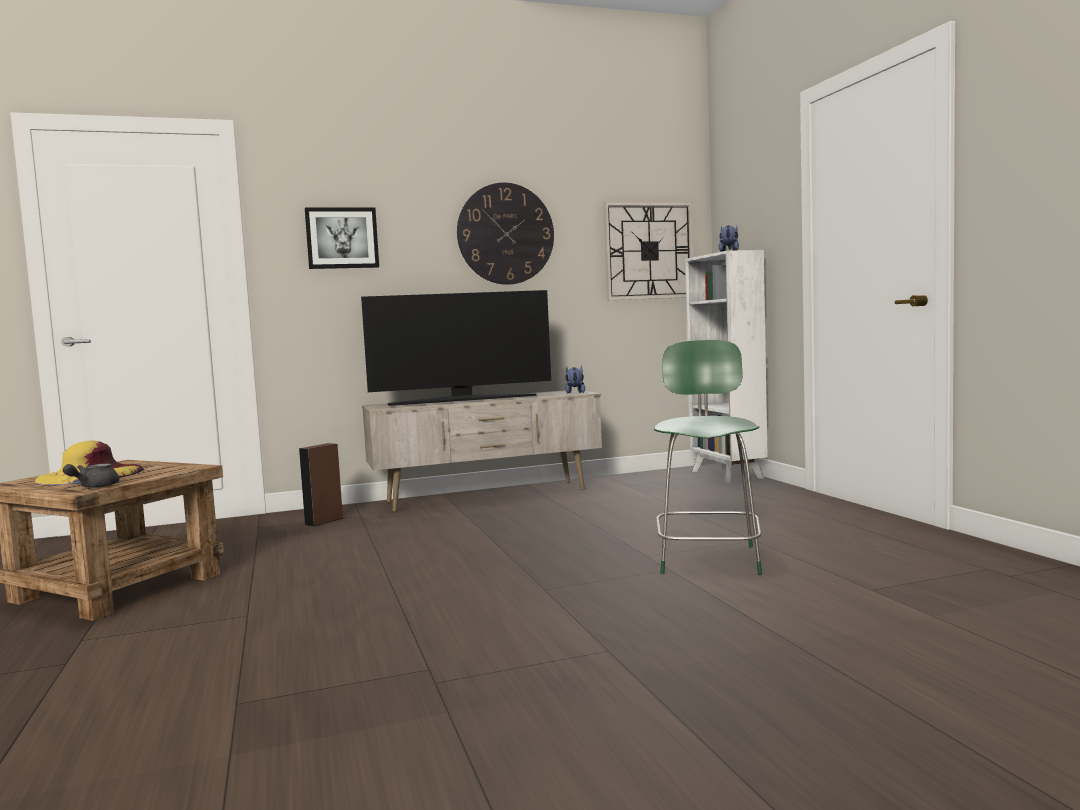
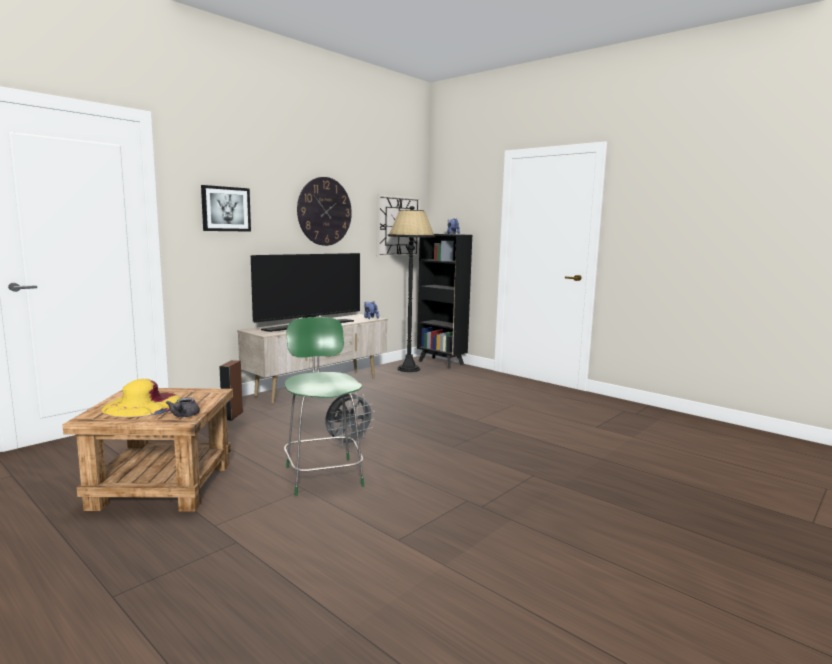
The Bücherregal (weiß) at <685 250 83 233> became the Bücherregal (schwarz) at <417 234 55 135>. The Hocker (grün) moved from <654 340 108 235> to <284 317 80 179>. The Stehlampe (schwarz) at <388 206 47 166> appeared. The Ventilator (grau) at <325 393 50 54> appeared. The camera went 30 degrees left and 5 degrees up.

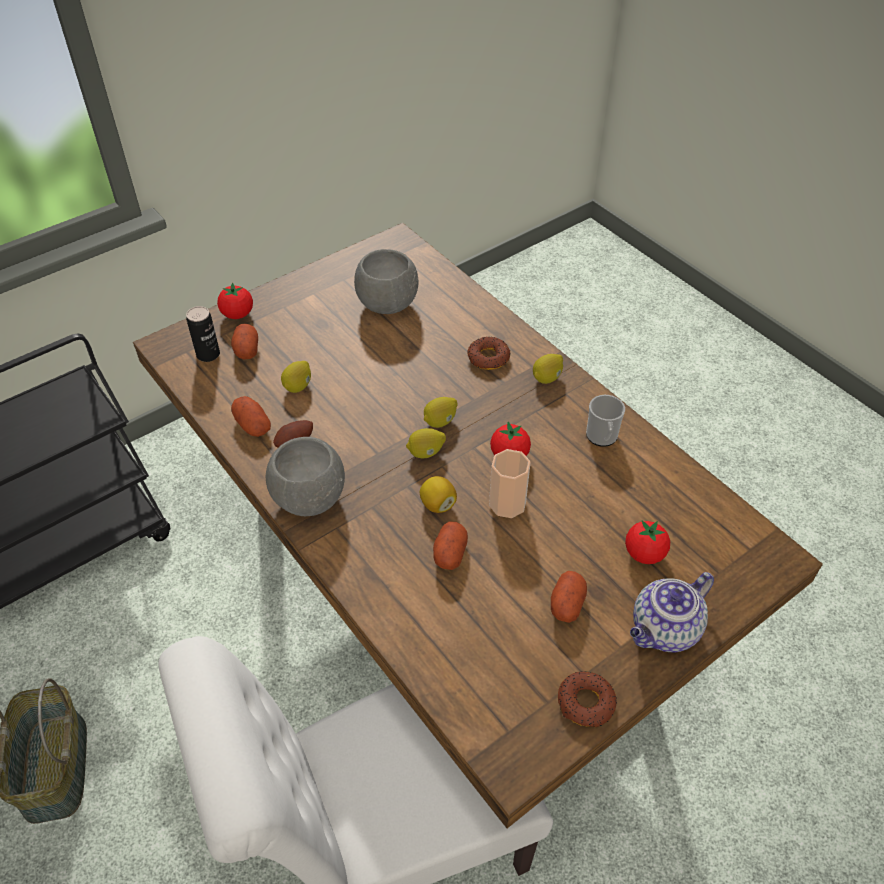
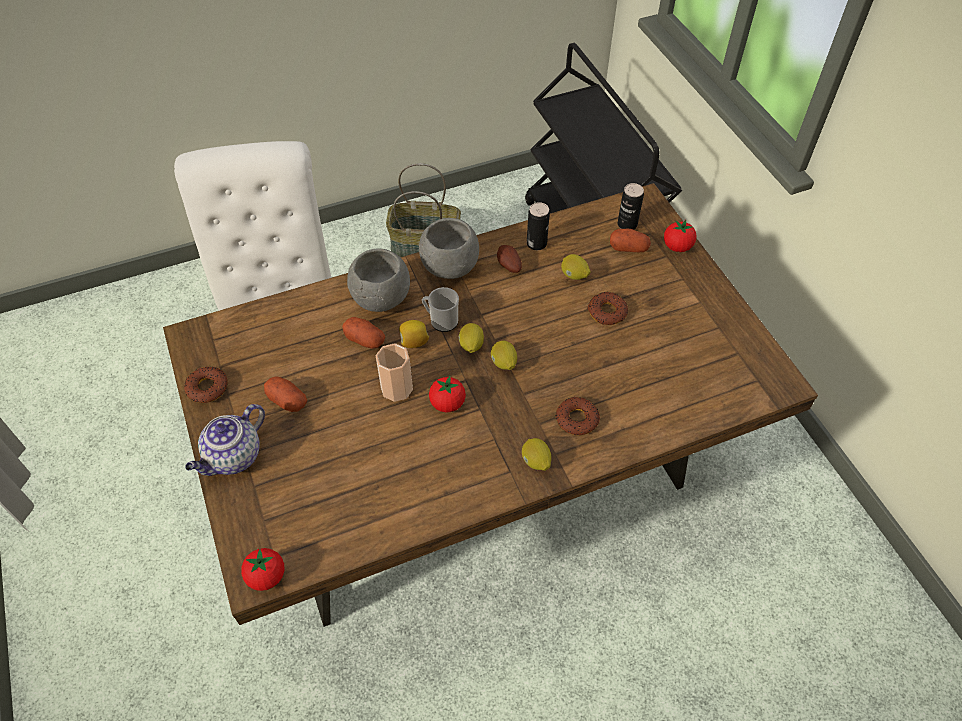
The Schüssel (grau) moved from <354 249 64 65> to <347 249 63 63>. The Henkelbecher moved from <586 395 39 52> to <422 287 37 45>. The Kartoffel at <231 396 40 41> was replaced by the Dose at <527 202 23 48>. The Tomate moved from <625 521 45 43> to <241 548 43 43>. The Teekanne at <630 572 84 81> turned 120 degrees counterclockwise. The Donut at <587 292 41 33> appeared. The camera went 105 degrees right and 5 degrees up.

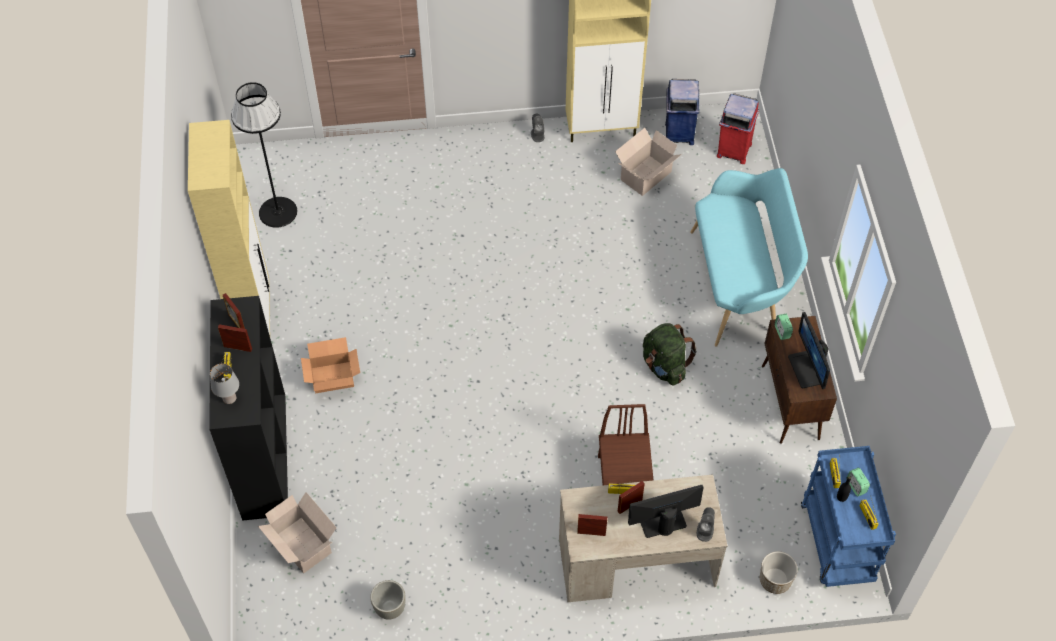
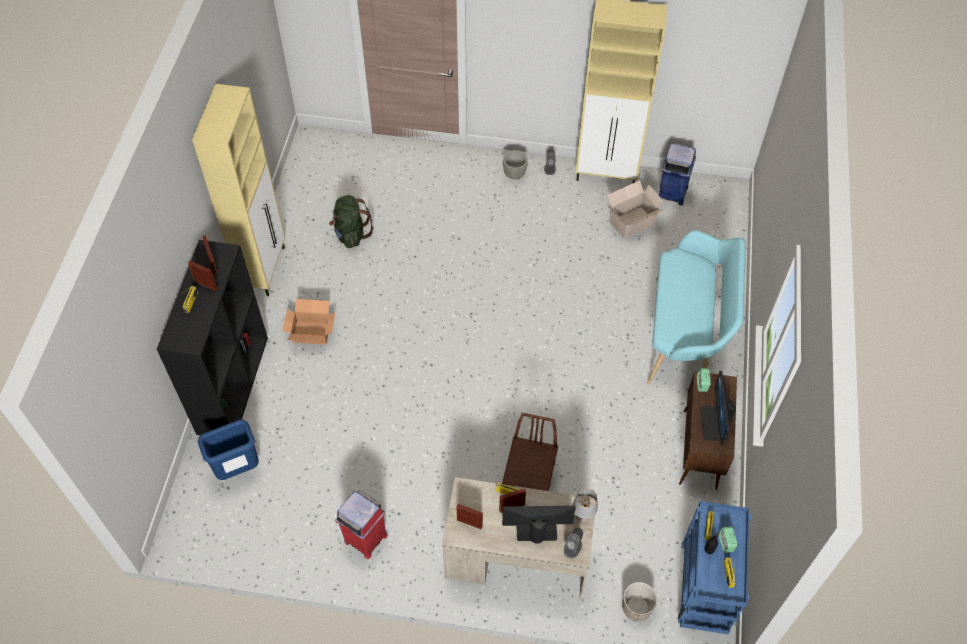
The Stehlampe (schwarz) at <231 82 66 146> disappeared. The Mülleimer (rot) moved from <717 93 42 71> to <335 490 53 69>. The Rucksack (grün) moved from <643 323 54 63> to <329 195 45 53>. The Tischlampe (grau) moved from <210 363 29 41> to <572 489 26 33>. The Karton at <258 492 79 81> was replaced by the Mülleimer (blau) at <198 419 61 61>. The Pflanzkübel (grau) moved from <370 580 36 40> to <503 150 25 29>. The camera went 15 degrees right and 0 degrees up.

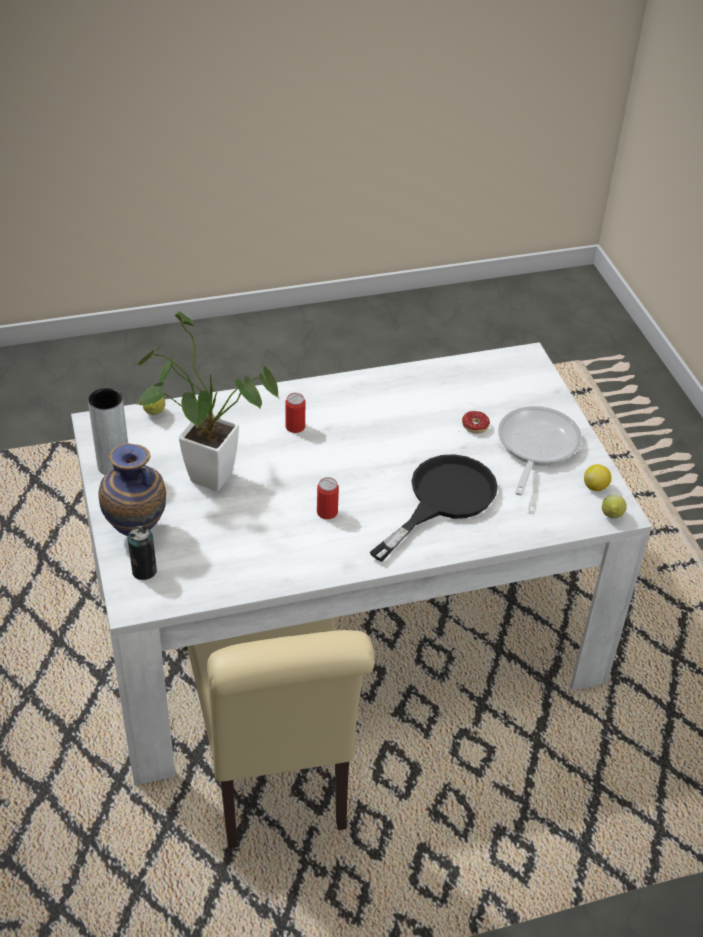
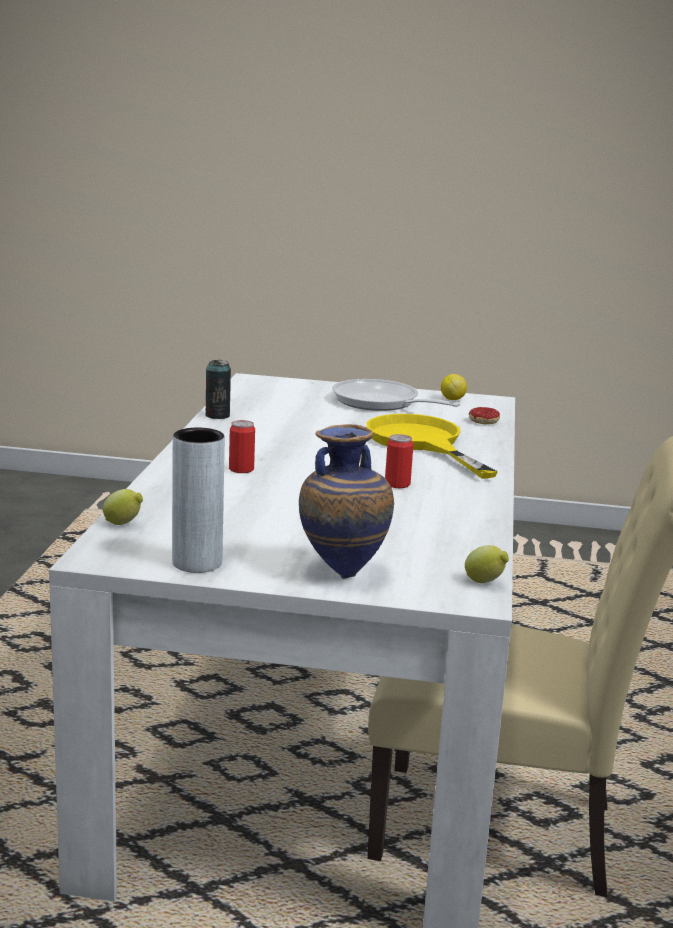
The Topfpflanze at <136 311 144 180> disappeared. The Donut moved from <462 411 28 23> to <469 407 31 17>. The Pfanne (schwarz) at <370 454 128 108> became the Pfanne (gelb) at <366 414 132 65>. The Zitrone moved from <602 495 25 24> to <465 545 44 38>. The Dose moved from <128 526 29 54> to <205 360 26 59>. The camera went 65 degrees left and 25 degrees down.

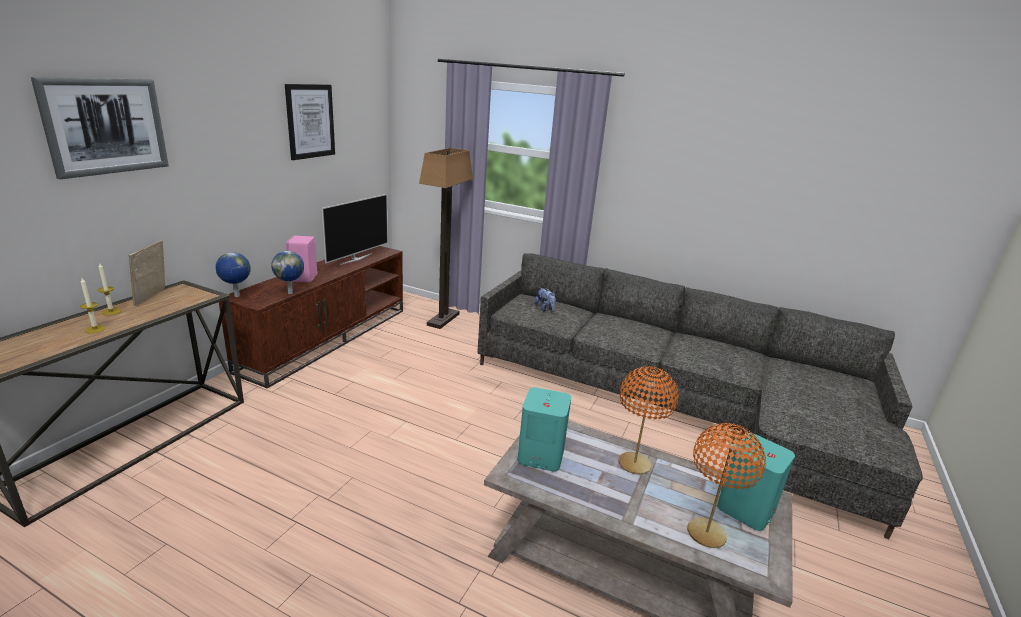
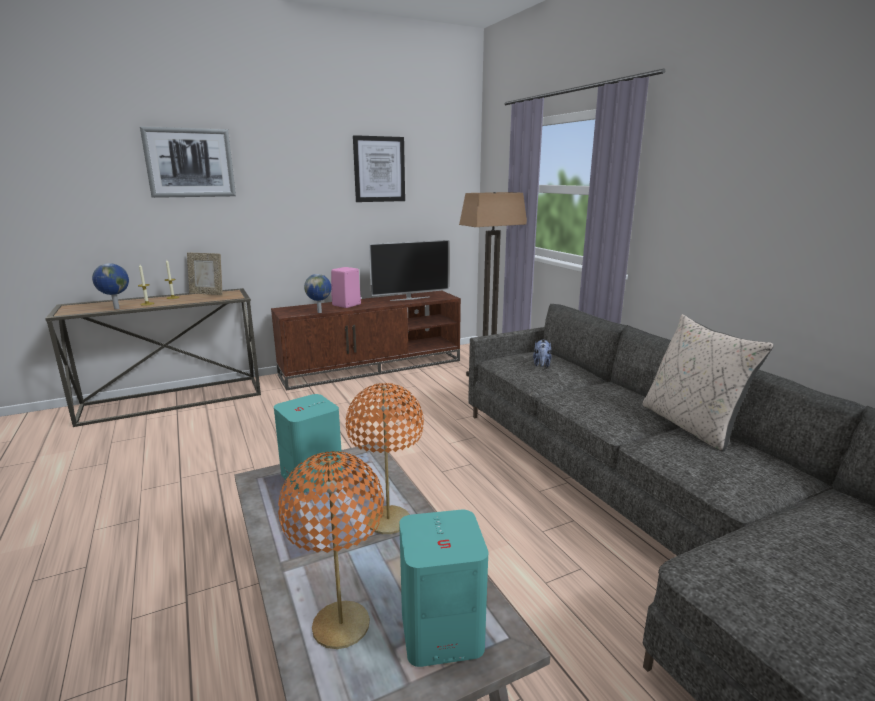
The Bilderrahmen at <128 241 37 65> turned 120 degrees counterclockwise. The Globus moved from <216 252 35 45> to <92 263 37 46>. The Kissen (beige) at <643 314 131 137> appeared. The camera went 40 degrees right and 5 degrees down.

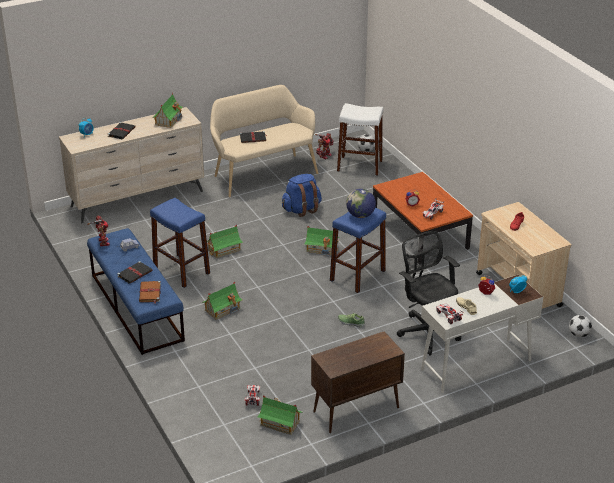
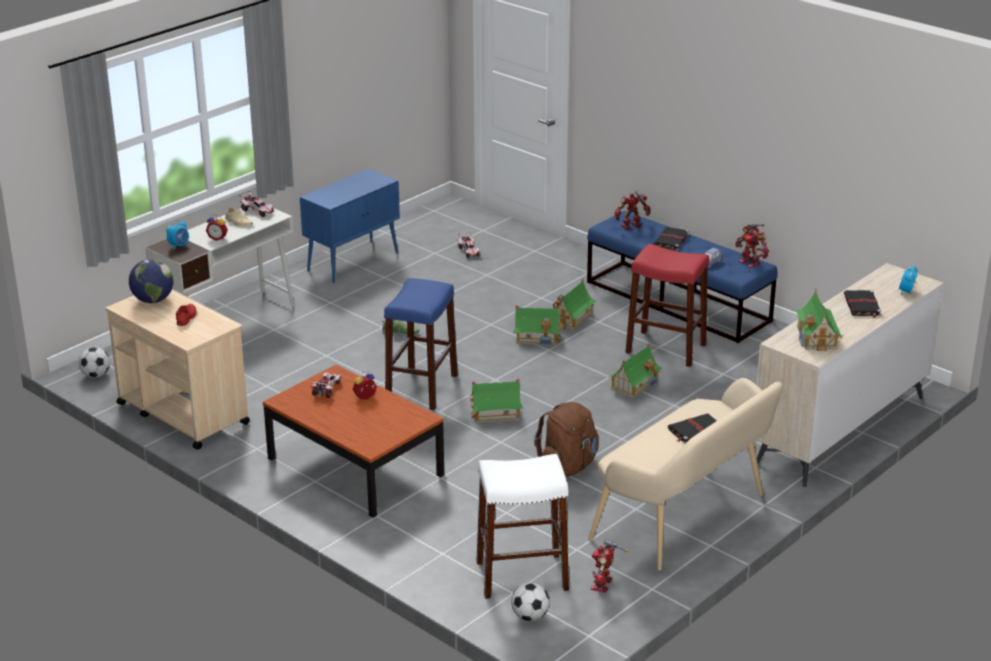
The Rucksack (blau) at <282 174 40 43> became the Rucksack (braun) at <534 402 65 75>. The Globus moved from <346 189 30 29> to <129 259 44 44>. The Hocker (blau) at <150 198 60 90> became the Hocker (rot) at <625 244 84 123>. The Bürostuhl (schwarz) at <397 231 64 125> disappeared. The Buch (braun) at <139 281 22 23> was replaced by the Spielzeugroboter at <614 191 37 39>. The Schrank (braun) at <311 331 94 102> became the Schrank (blau) at <300 169 100 114>. The Spielzeughaus moved from <257 395 45 40> to <513 305 48 41>. The camera went 160 degrees right and 5 degrees down.

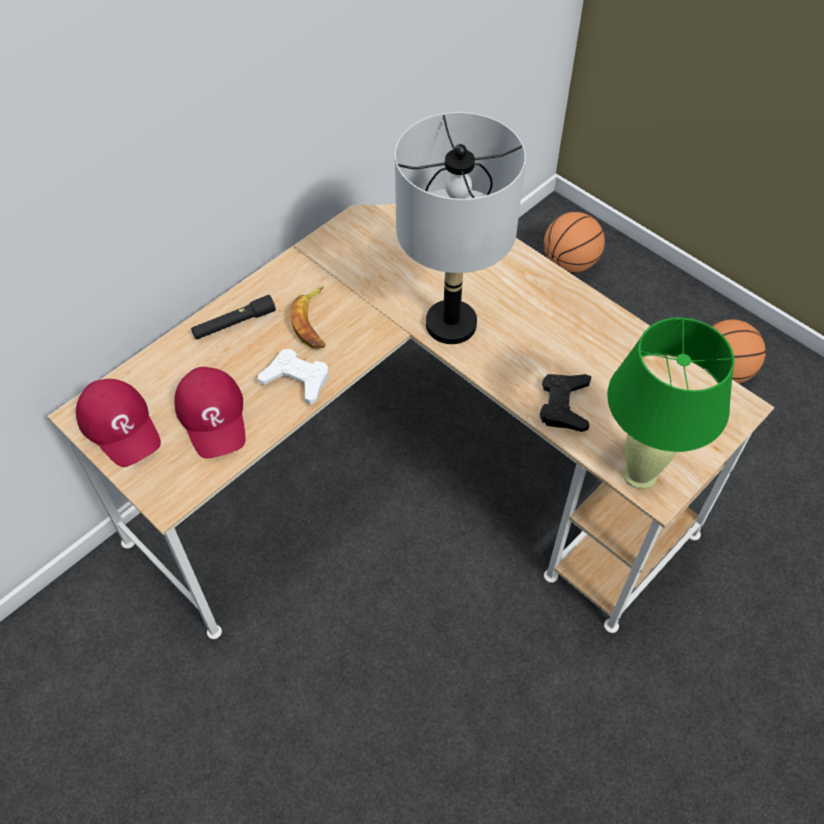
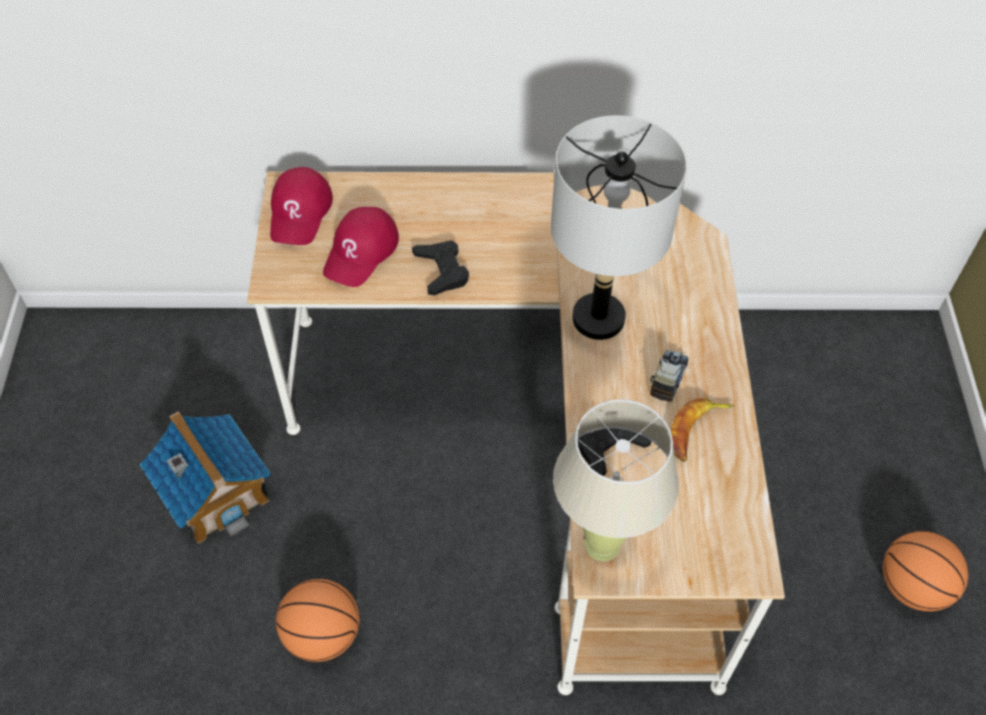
The Basketball moved from <544 212 61 61> to <276 579 84 83>. The Banane moved from <290 286 35 63> to <671 398 64 64>. The Taschenlampe (schwarz) at <191 295 85 45> disappeared. The Tischlampe (grün) at <607 317 127 172> became the Tischlampe (beige) at <553 399 126 162>. The Gamepad (weiß) at <258 349 71 56> became the Gamepad (schwarz) at <412 241 57 54>. The Spielzeuglaster at <650 350 38 52> appeared. The Spielzeughaus at <140 411 131 133> appeared. The camera went 45 degrees right and 0 degrees up.

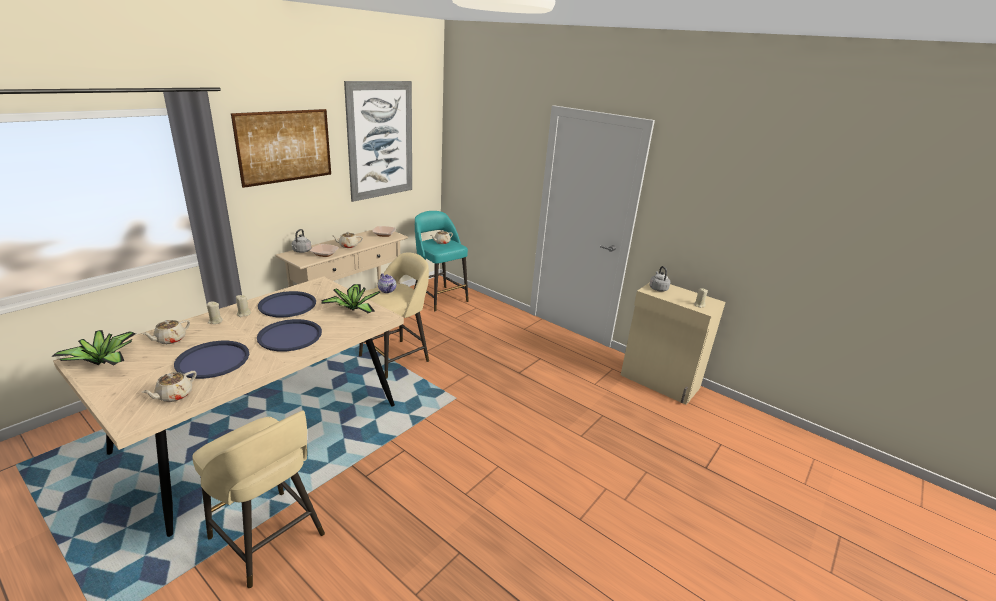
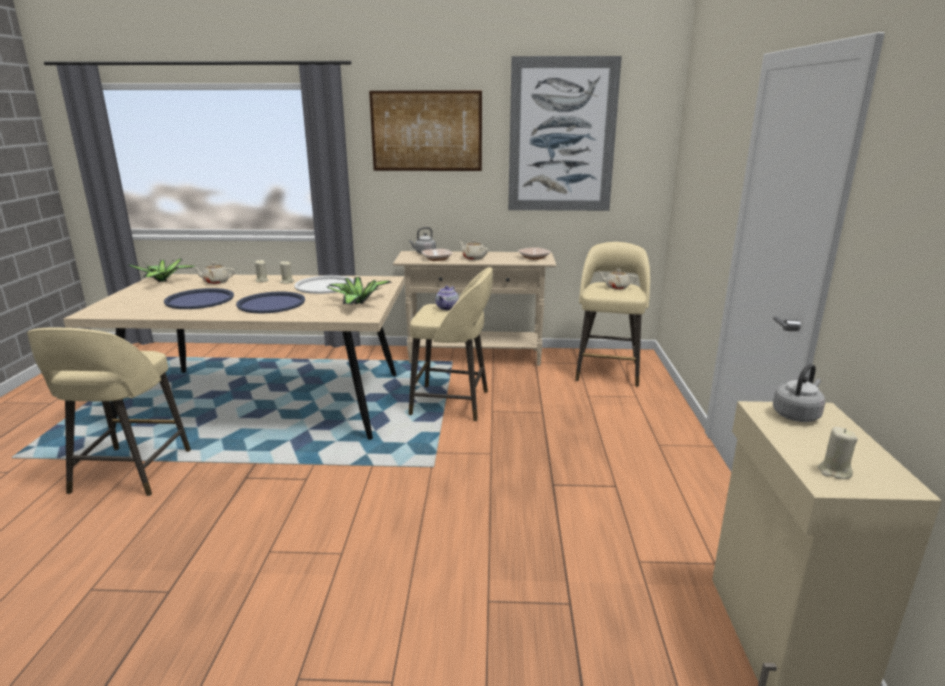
The Hocker (türkis) at <414 211 55 101> became the Hocker (beige) at <575 242 75 145>. The Tablett (blau) at <258 291 58 26> became the Tablett (weiß) at <294 275 60 19>. The Teekanne (beige) at <141 371 56 31> disappeared. The camera went 55 degrees right and 5 degrees down.

